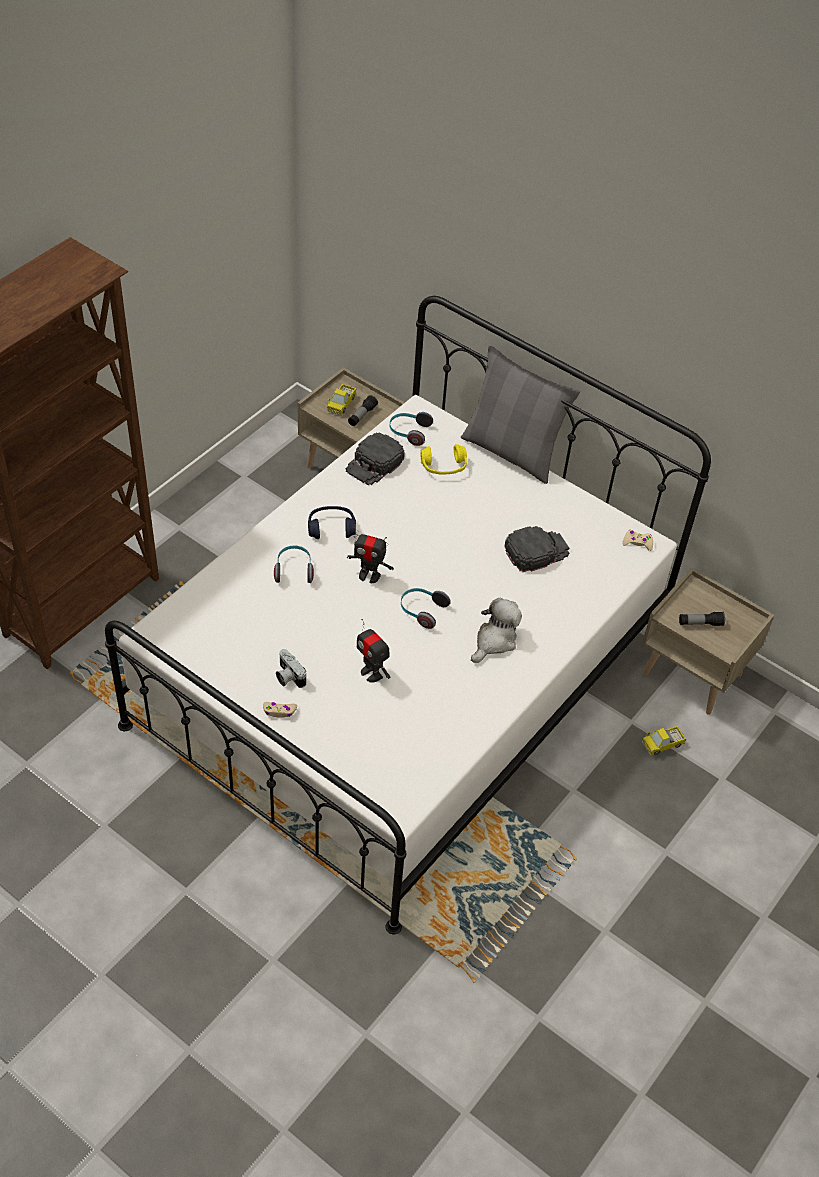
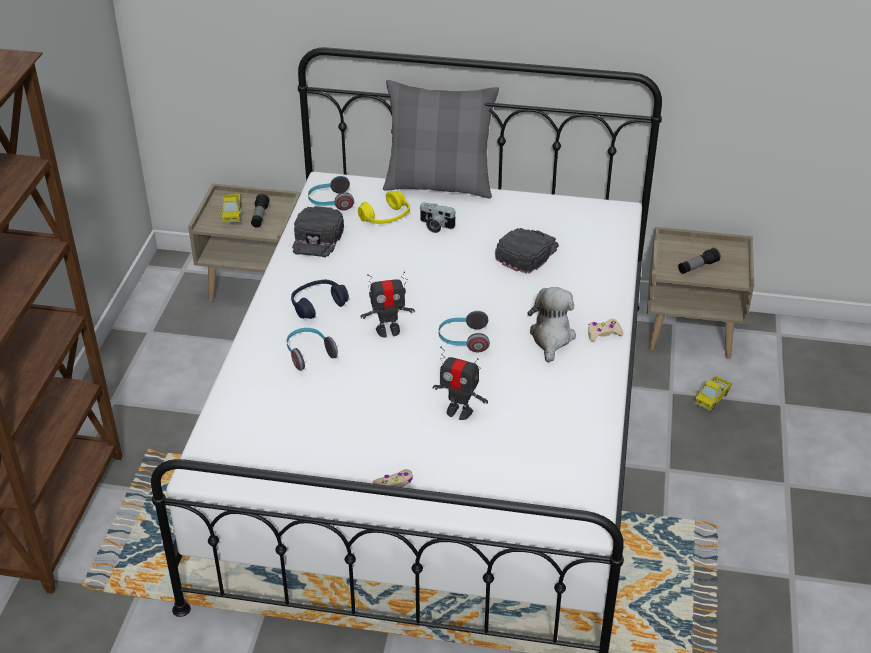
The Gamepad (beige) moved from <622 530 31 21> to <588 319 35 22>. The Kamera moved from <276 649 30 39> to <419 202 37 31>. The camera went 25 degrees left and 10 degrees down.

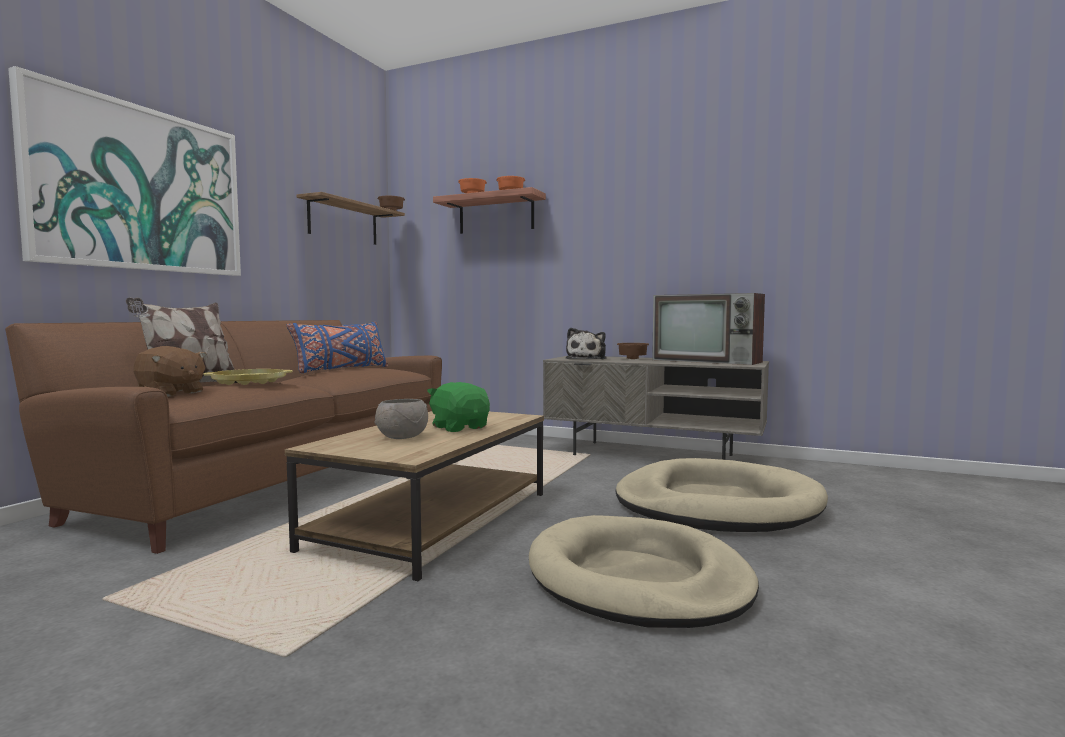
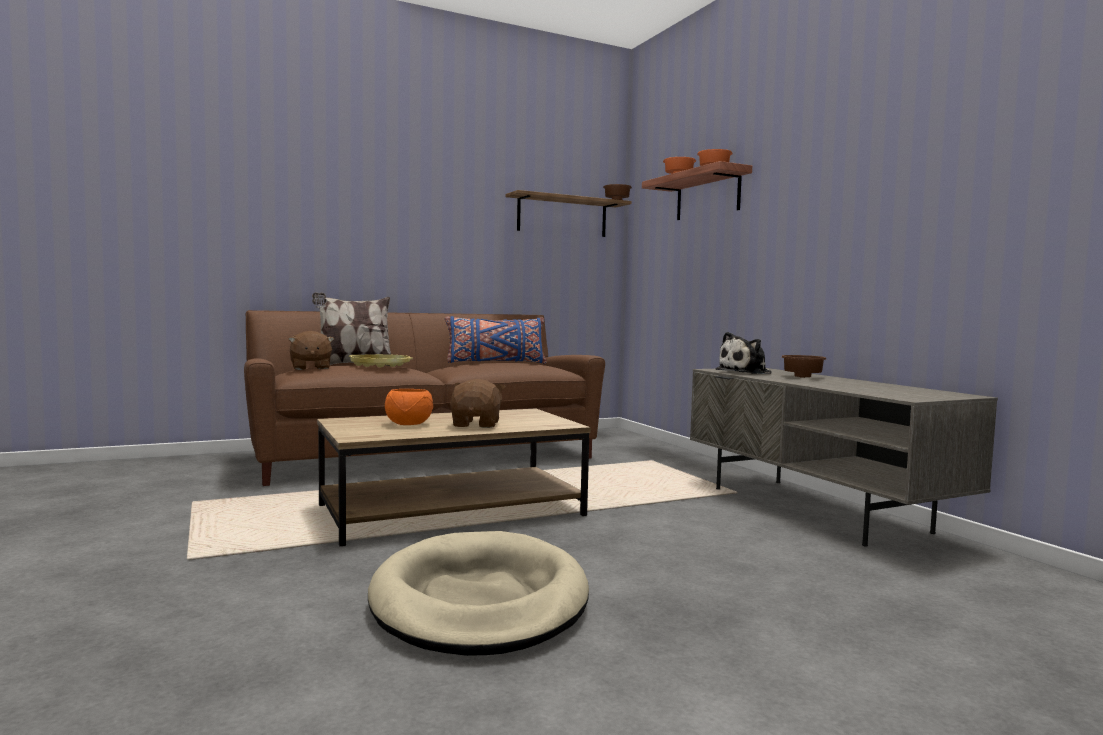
The Bild at <8 66 233 210> disappeared. The Fernseher at <652 293 113 72> disappeared. The Plüschtier (grün) at <427 382 63 50> became the Plüschtier (braun) at <450 379 55 49>. The Schüssel (grau) at <374 399 54 40> became the Schüssel (orange) at <385 389 48 36>. The Hundebett (beige) at <615 458 213 74> disappeared. The camera went 40 degrees right and 0 degrees up.

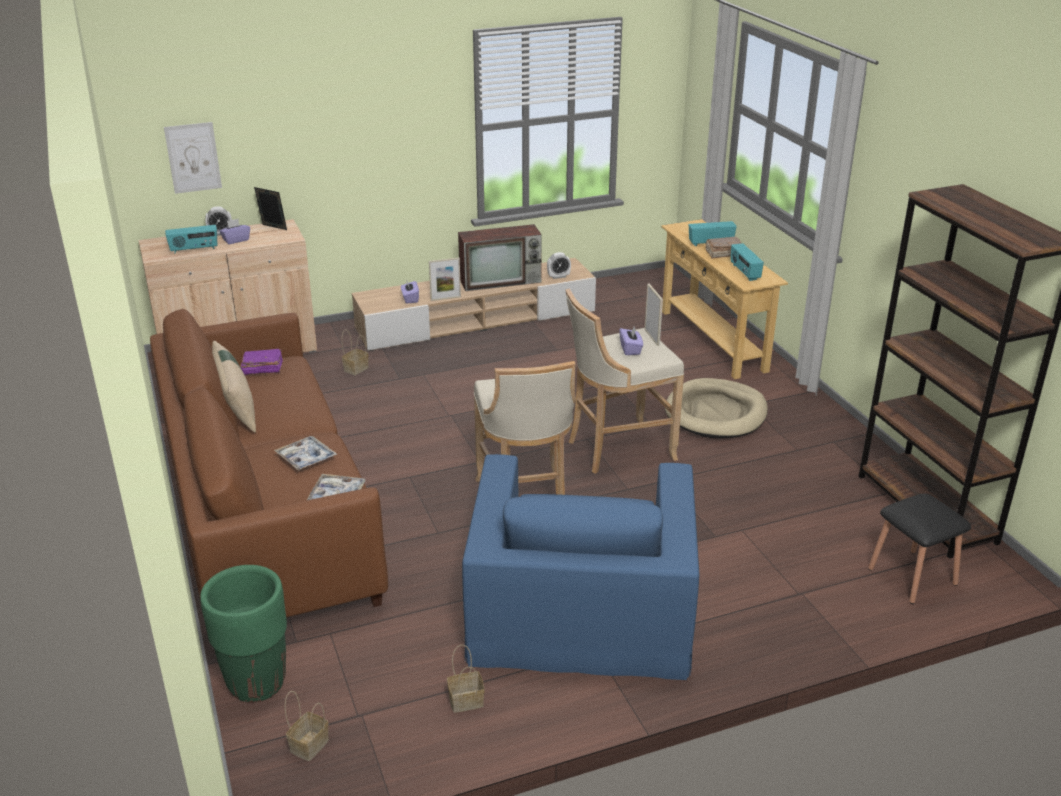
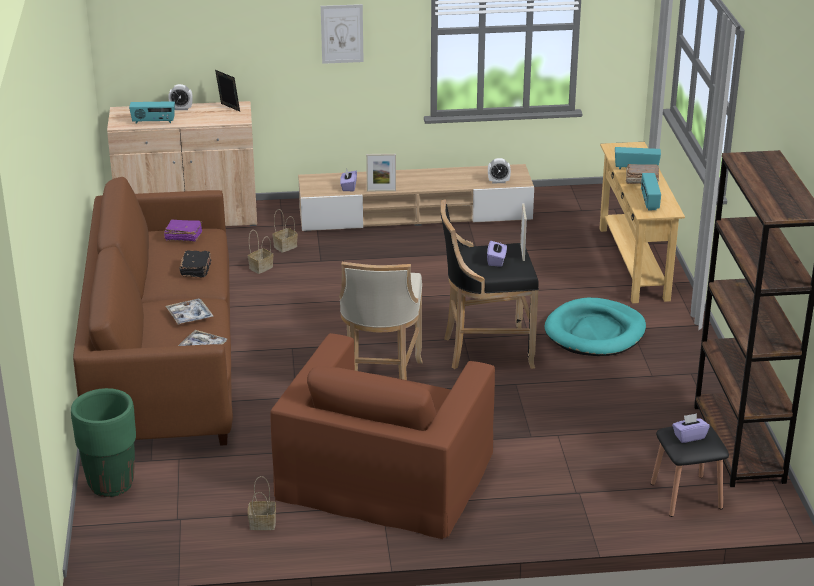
The Bild moved from <164 122 58 72> to <321 4 43 60>. The Taschentuchbox (lila) moved from <219 219 31 25> to <672 413 38 30>. The Fernseher at <458 224 84 67> disappeared. The Hocker (beige) at <566 288 118 186> became the Hocker (schwarz) at <441 199 98 170>. The Kissen (beige) at <212 341 44 92> disappeared. The Hundebett (beige) at <665 378 103 60> became the Hundebett (türkis) at <544 298 102 58>. The Sessel (blau) at <462 454 237 226> became the Sessel (braun) at <270 333 225 206>. The Korb moved from <285 691 44 70> to <248 230 25 44>. The Buch (schwarz) at <179 250 33 28> appeared. The camera went 15 degrees right and 0 degrees up.

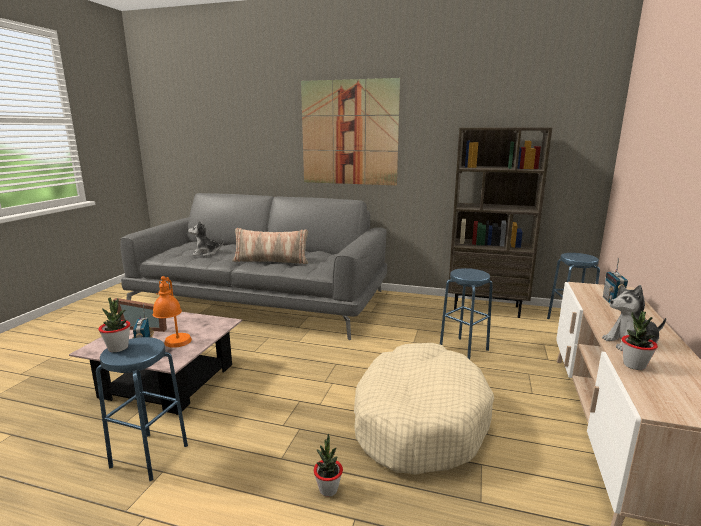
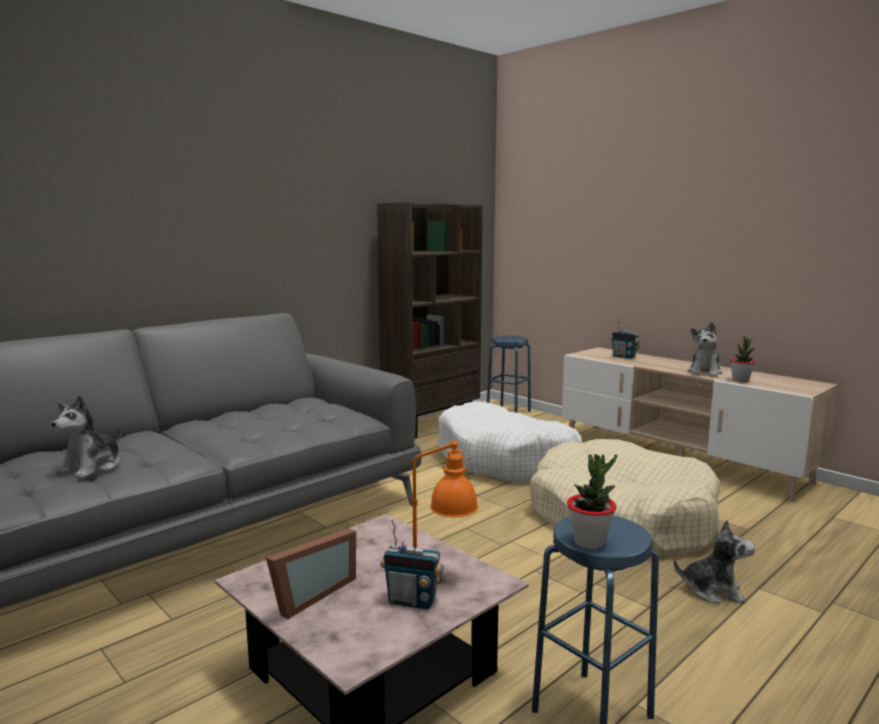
The Bild at <301 78 99 108> disappeared. The Kissen at <232 228 76 36> disappeared. The Hocker (blau) at <440 268 53 91> was replaced by the Hundebett (weiß) at <438 401 144 81>. The Topfpflanze at <314 434 29 63> was replaced by the Plüschtier at <674 520 81 84>. The camera went 60 degrees left and 5 degrees down.

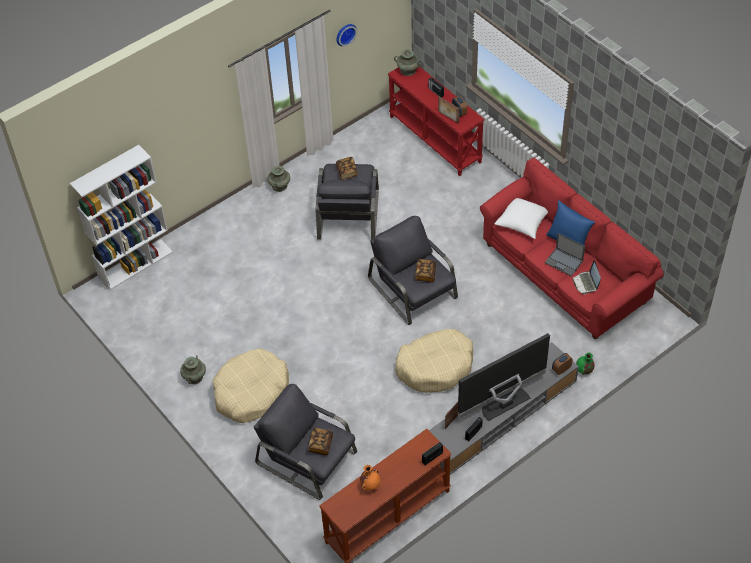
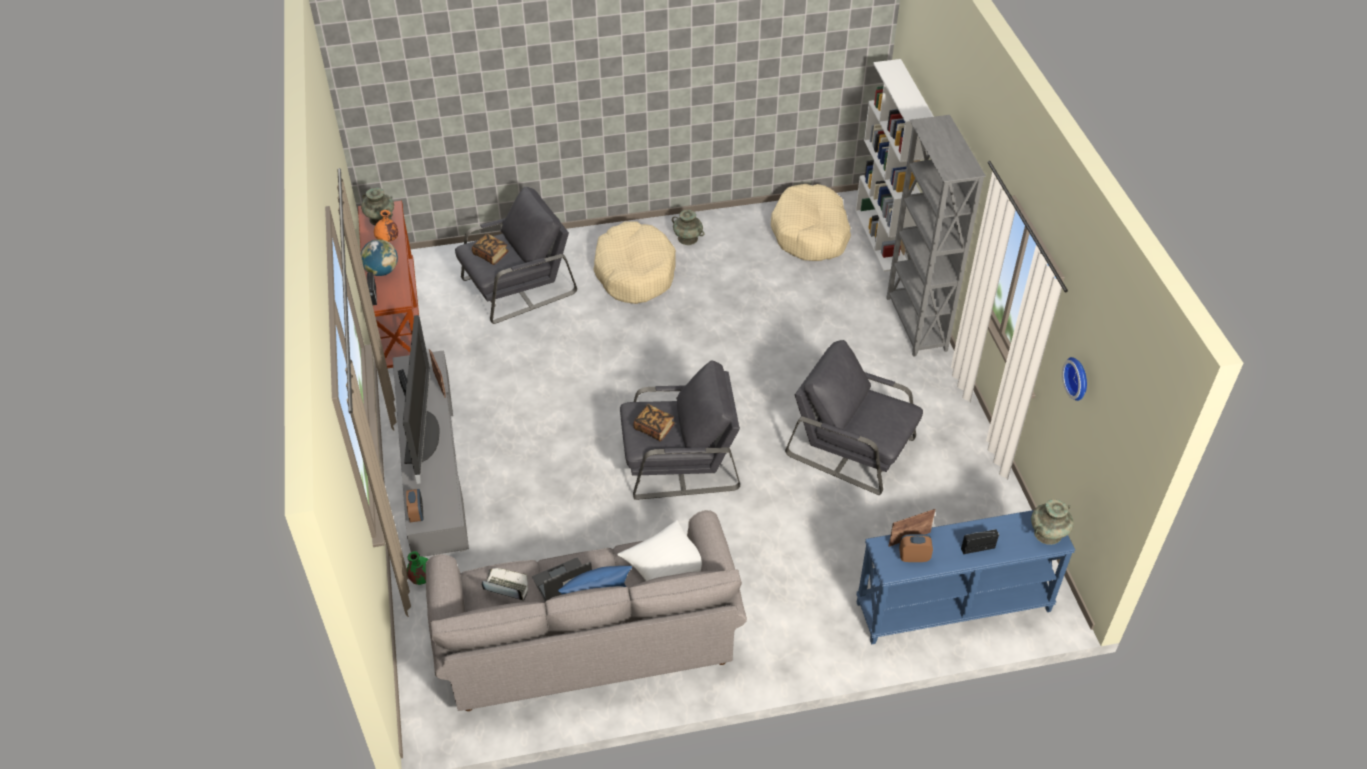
The Konsolentisch (rot) at <388 67 96 109> became the Konsolentisch (blau) at <856 510 219 135>. The Buch at <336 157 22 23> disappeared. The Sofa (rot) at <480 158 184 181> became the Sofa (grau) at <426 510 321 201>. The Vase (türkis) moved from <267 166 23 26> to <361 188 33 37>. The Hundebett (beige) moved from <395 329 78 64> to <771 184 80 77>. The Bücherregal (grau) at <886 115 100 242> appeared. The Globus at <361 239 37 37> appeared. The camera went 115 degrees right and 5 degrees down.

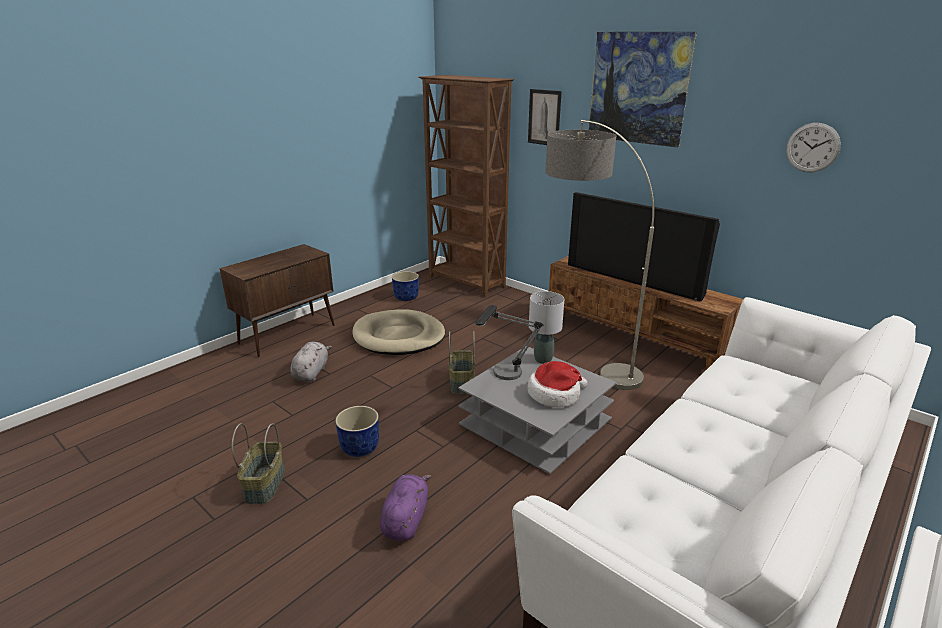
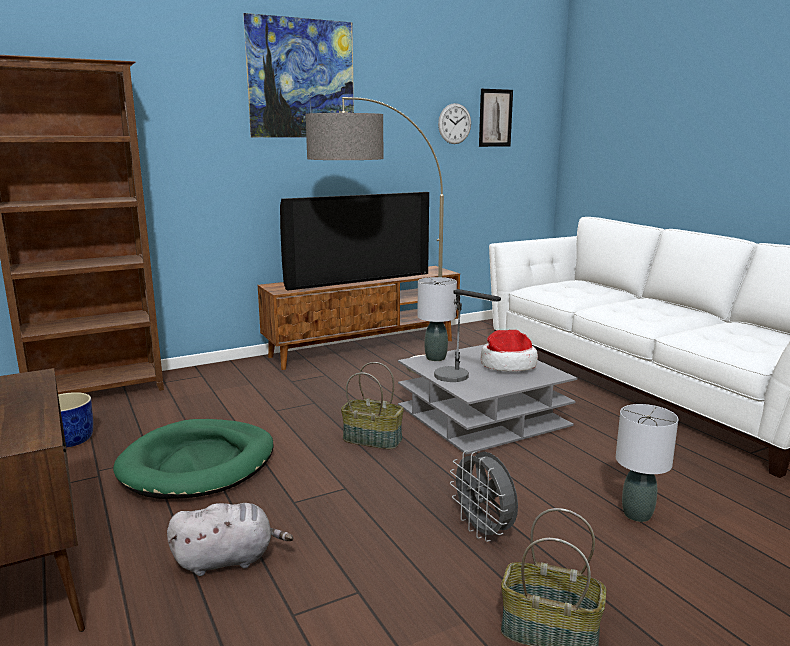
The Bild moved from <528 89 34 56> to <479 89 34 58>. The Hundebett (beige) at <352 309 93 46> became the Hundebett (grün) at <113 419 161 80>. The Plüschtier (grau) at <290 342 42 40> turned 135 degrees clockwise. The Pflanzkübel (blau) at <335 406 44 51> was replaced by the Ventilator (grau) at <450 450 68 92>. The Plüschtier (lila) at <380 474 51 67> was replaced by the Tischlampe (grau) at <616 404 62 118>. The camera went 70 degrees left and 10 degrees down.

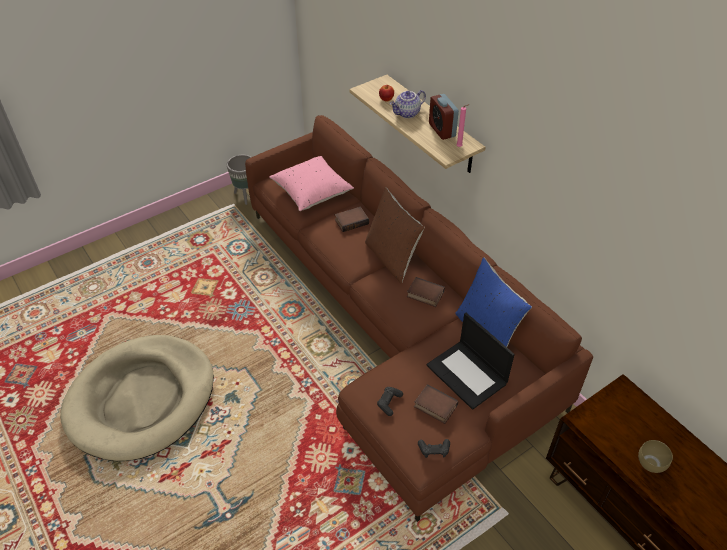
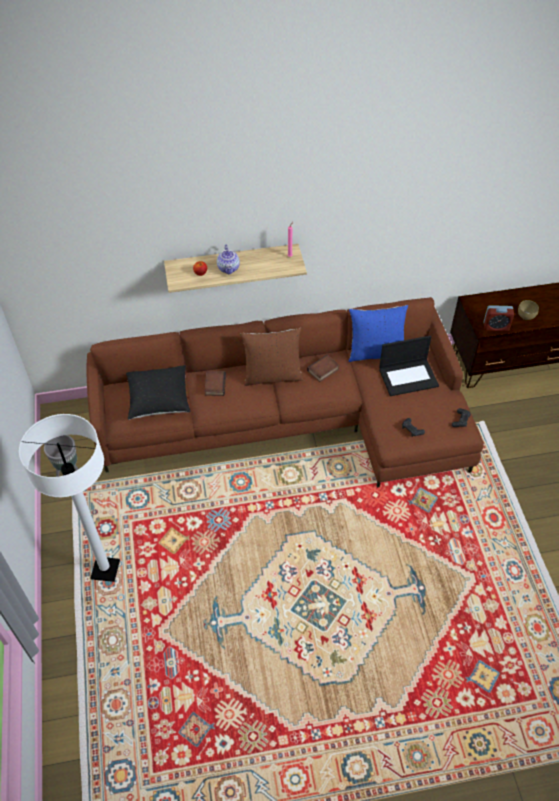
The Wecker moved from <429 94 30 46> to <483 305 31 26>. The Kissen (rosa) at <269 156 85 55> became the Kissen (schwarz) at <126 365 64 55>. The Hundebett (beige) at <60 335 154 126> disappeared. The Buch at <414 384 44 40> disappeared. The Stehlampe (weiß) at <19 414 101 168> appeared. The camera went 65 degrees left and 5 degrees up.

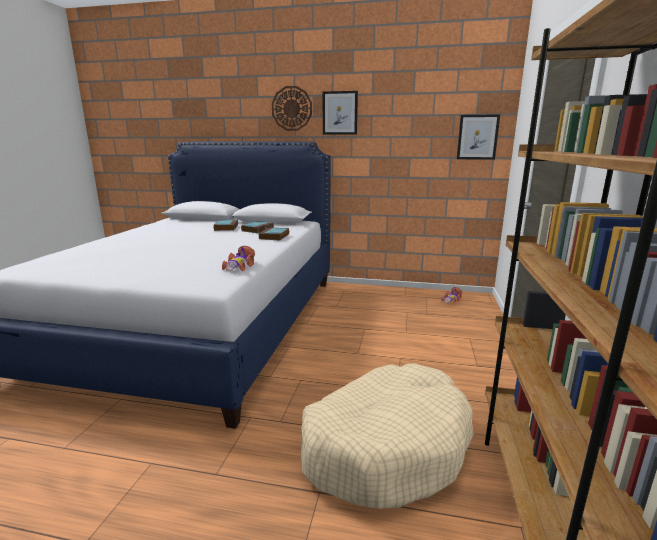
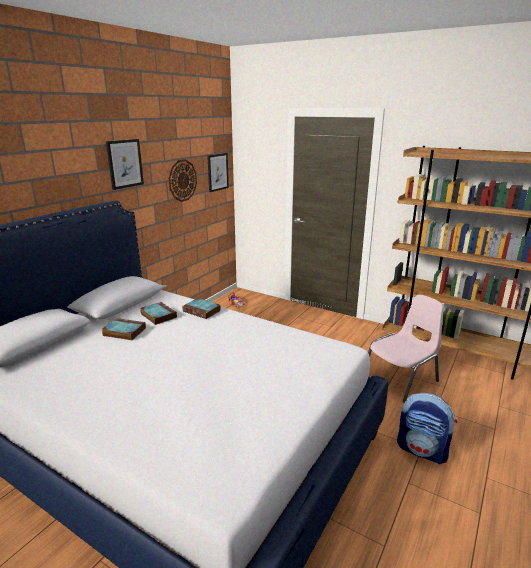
The Wanduhr moved from <272 86 40 45> to <168 159 29 43>. The Spielzeugauto at <222 246 33 25> disappeared. The Hundebett (beige) at <301 363 173 146> was replaced by the Stuhl (rosa) at <368 295 76 108>. The Rucksack at <397 393 60 71> appeared. The camera went 70 degrees left and 5 degrees up.

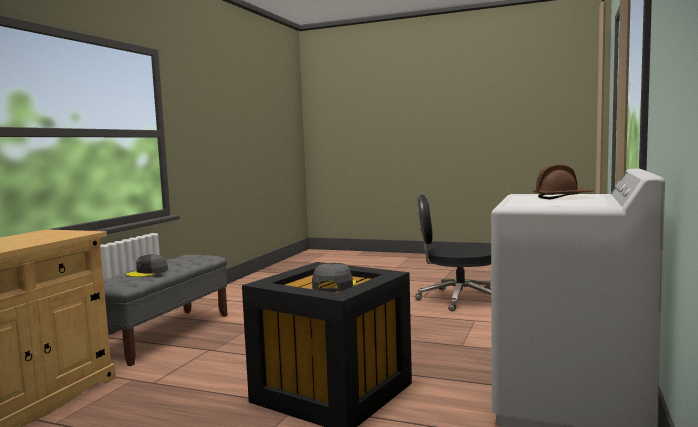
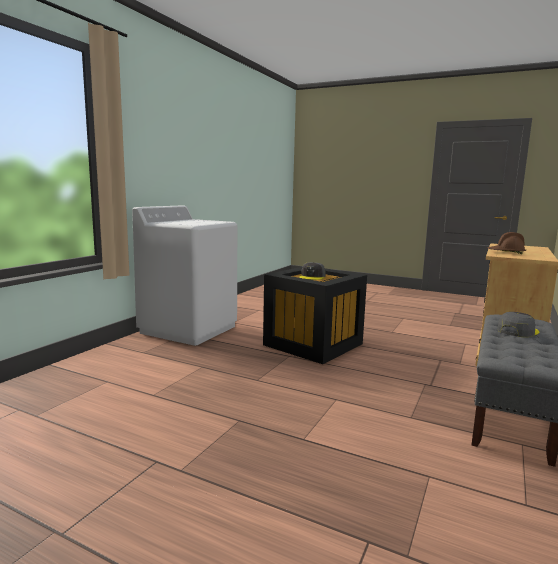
The Schutzhelm (braun) moved from <533 164 61 35> to <487 232 39 22>. The Bürostuhl (schwarz) at <415 195 76 116> disappeared. The camera went 175 degrees left and 5 degrees up.

